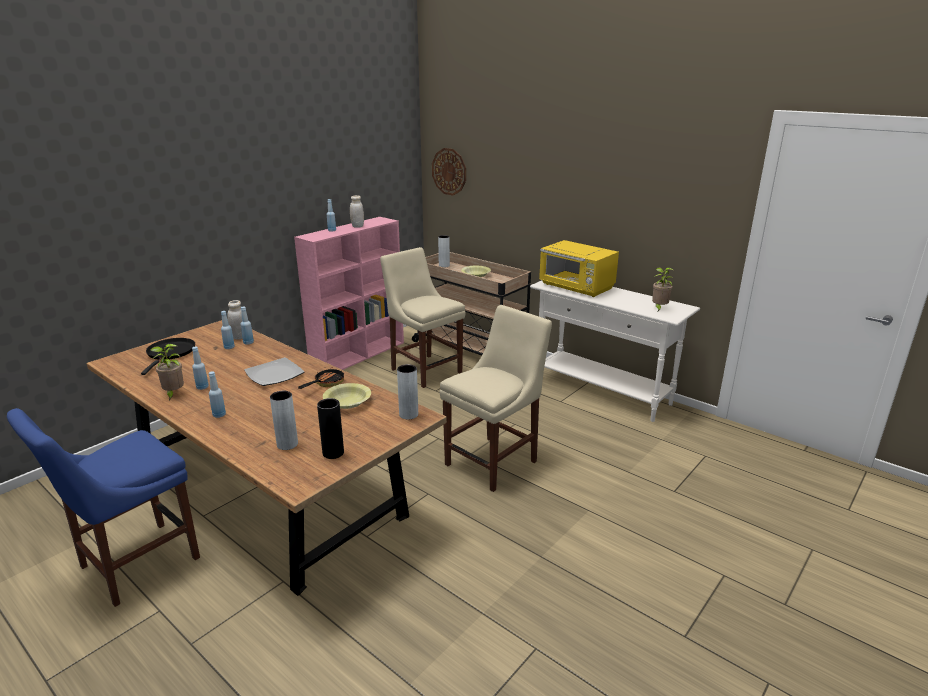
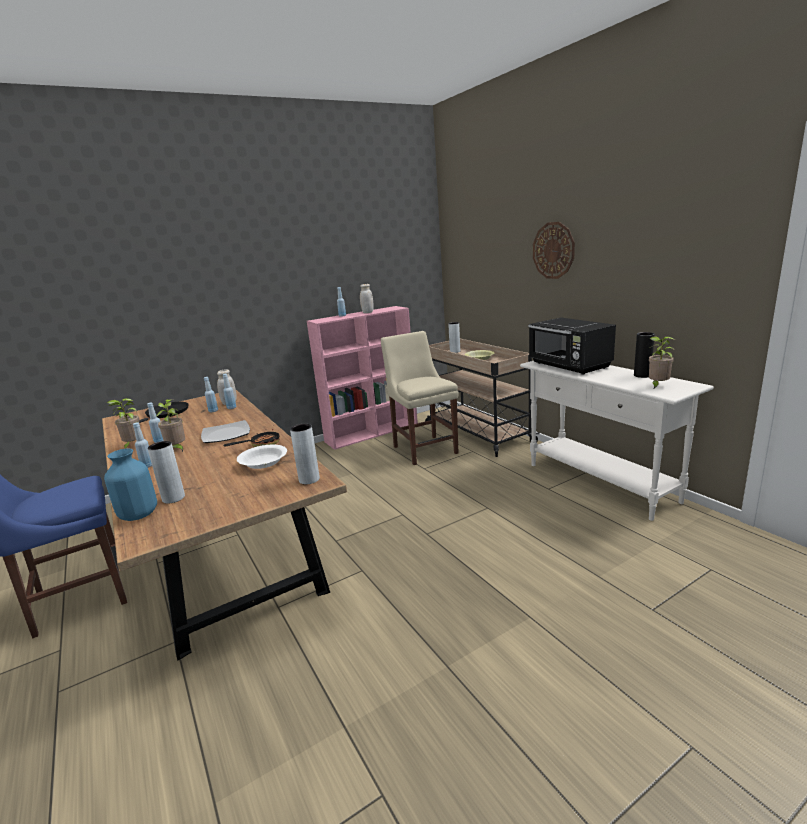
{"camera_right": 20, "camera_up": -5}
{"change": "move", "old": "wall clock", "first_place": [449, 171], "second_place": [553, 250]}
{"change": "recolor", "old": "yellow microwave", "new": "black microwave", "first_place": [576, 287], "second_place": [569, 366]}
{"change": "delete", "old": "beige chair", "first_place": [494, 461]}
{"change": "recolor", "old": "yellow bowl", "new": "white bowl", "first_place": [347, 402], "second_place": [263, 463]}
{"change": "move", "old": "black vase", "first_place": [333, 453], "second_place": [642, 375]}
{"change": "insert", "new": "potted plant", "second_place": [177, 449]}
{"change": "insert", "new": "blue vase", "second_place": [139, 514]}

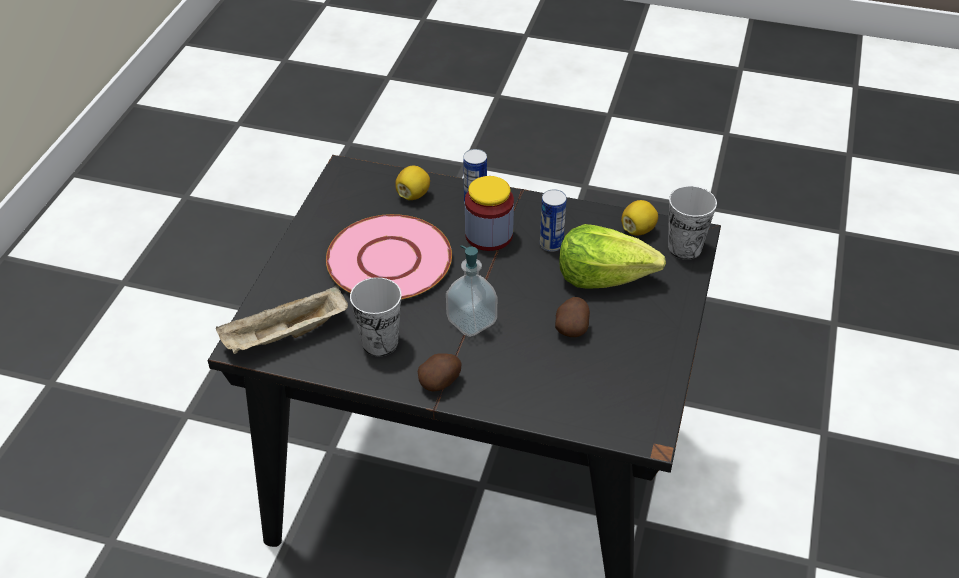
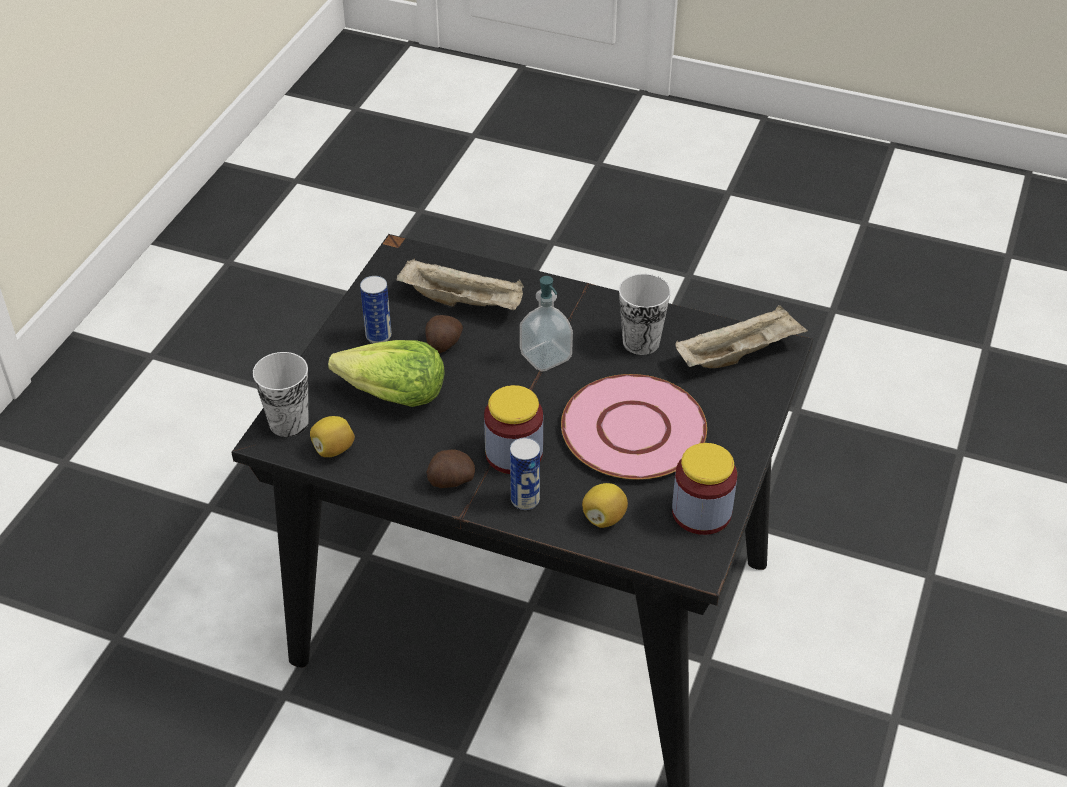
{"camera_right": -175, "camera_up": 0}
{"change": "move", "old": "can", "first_place": [551, 244], "second_place": [378, 336]}
{"change": "move", "old": "potato", "first_place": [440, 382], "second_place": [451, 481]}
{"change": "insert", "new": "beige tray", "second_place": [464, 302]}
{"change": "insert", "new": "jar", "second_place": [701, 512]}

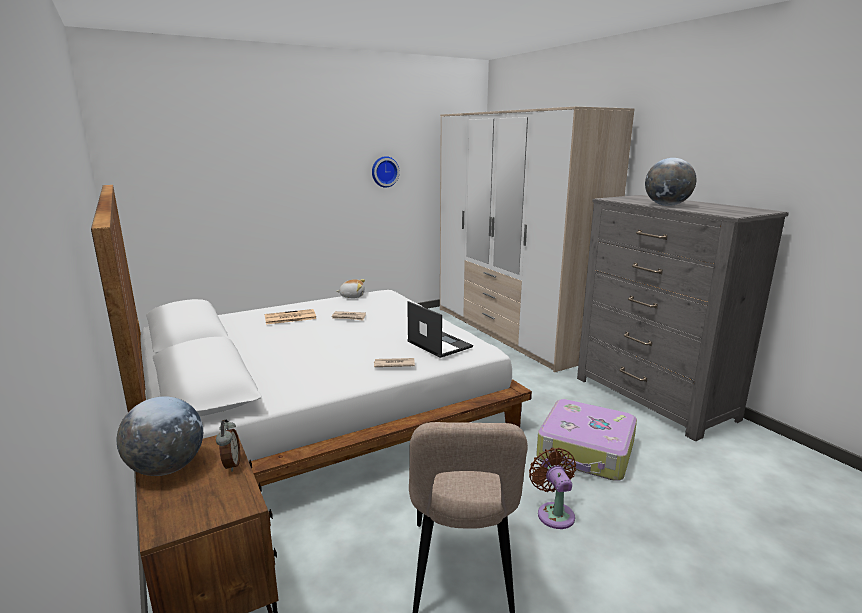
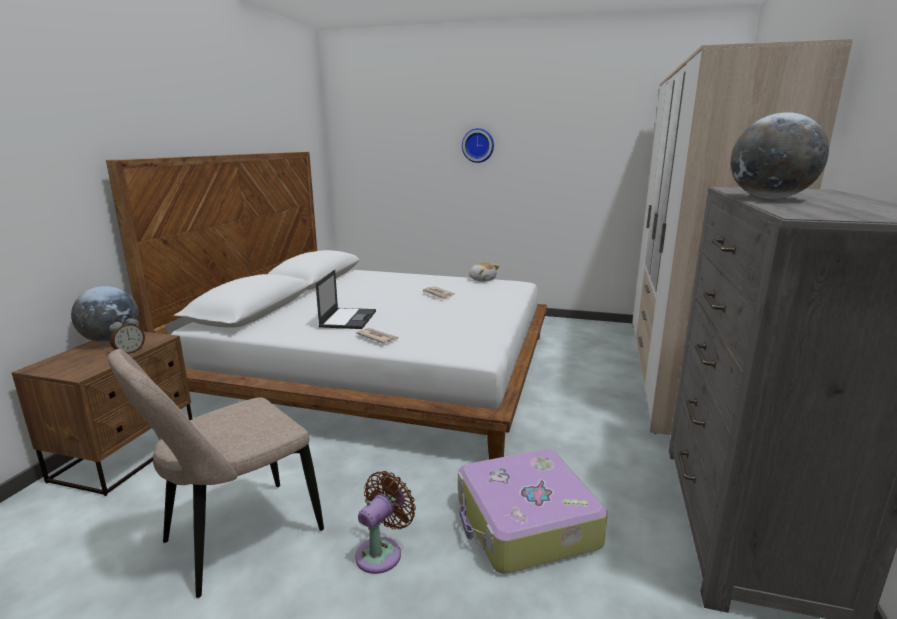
{"camera_right": 45, "camera_up": 0}
{"change": "move", "old": "wall clock", "first_place": [384, 171], "second_place": [478, 145]}
{"change": "move", "old": "laptop", "first_place": [438, 344], "second_place": [348, 318]}
{"change": "delete", "old": "newspaper", "first_place": [289, 317]}

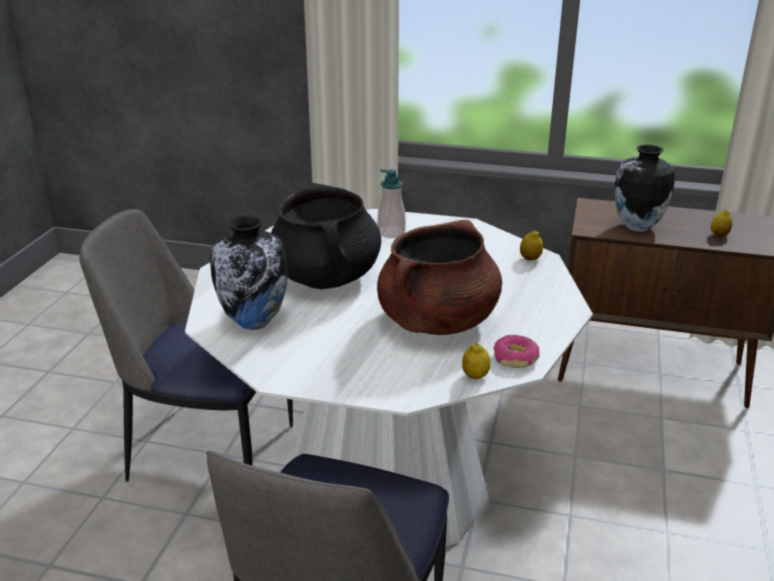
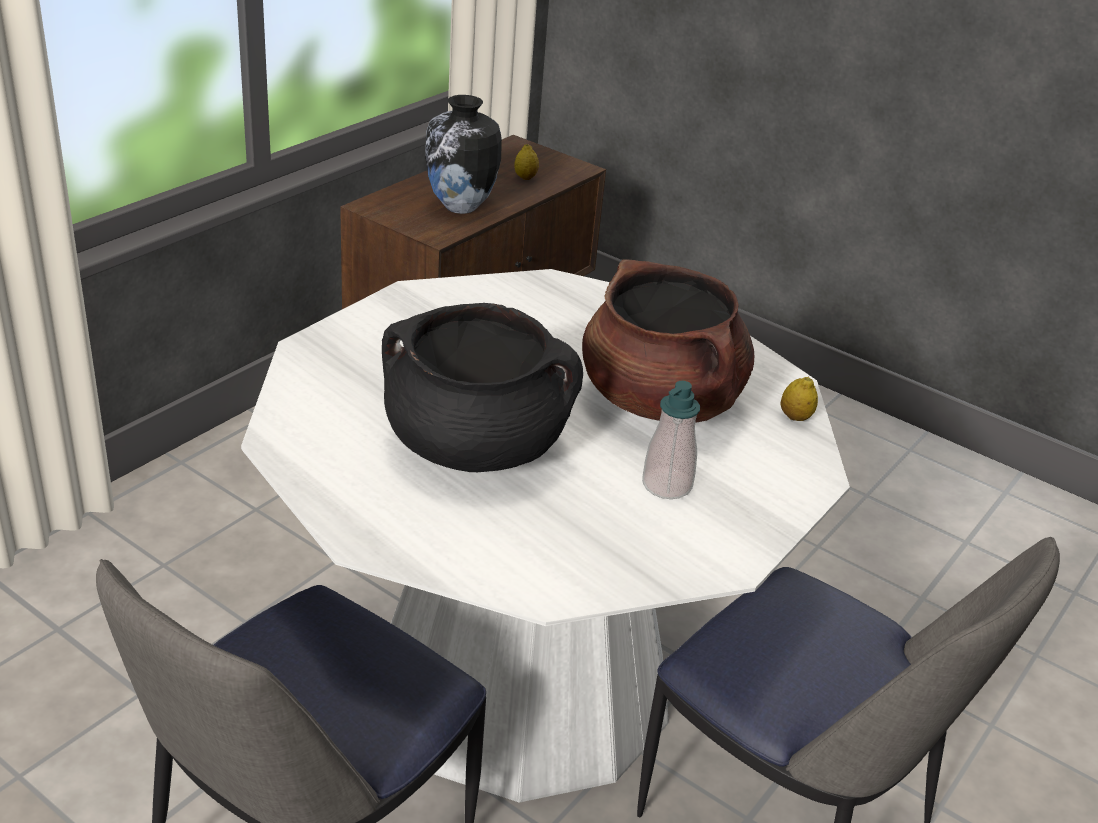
{"camera_right": -70, "camera_up": 5}
{"change": "move", "old": "soap dispenser", "first_place": [391, 233], "second_place": [667, 485]}
{"change": "delete", "old": "vase", "first_place": [255, 322]}
{"change": "delete", "old": "lemon", "first_place": [530, 259]}
{"change": "delete", "old": "donut", "first_place": [515, 358]}

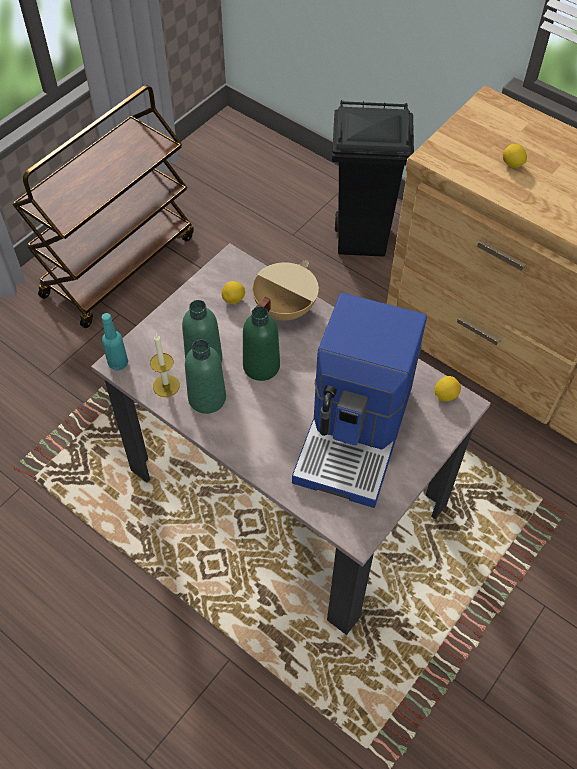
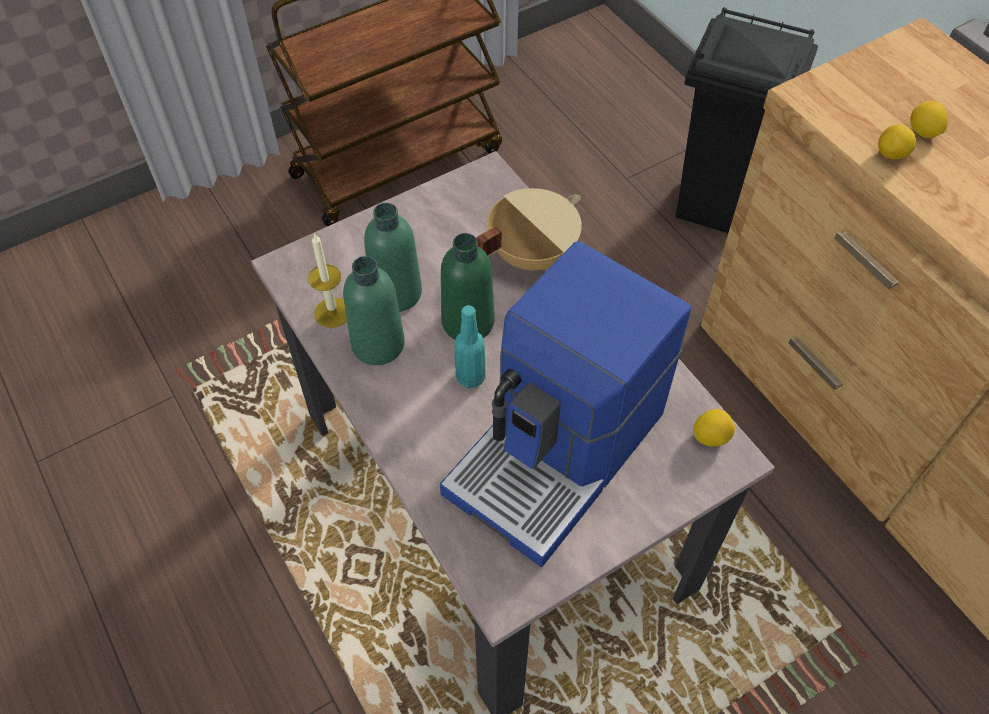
{"camera_right": 20, "camera_up": 0}
{"change": "move", "old": "lemon", "first_place": [234, 299], "second_place": [891, 155]}
{"change": "move", "old": "turquoise bottle", "first_place": [118, 363], "second_place": [470, 377]}

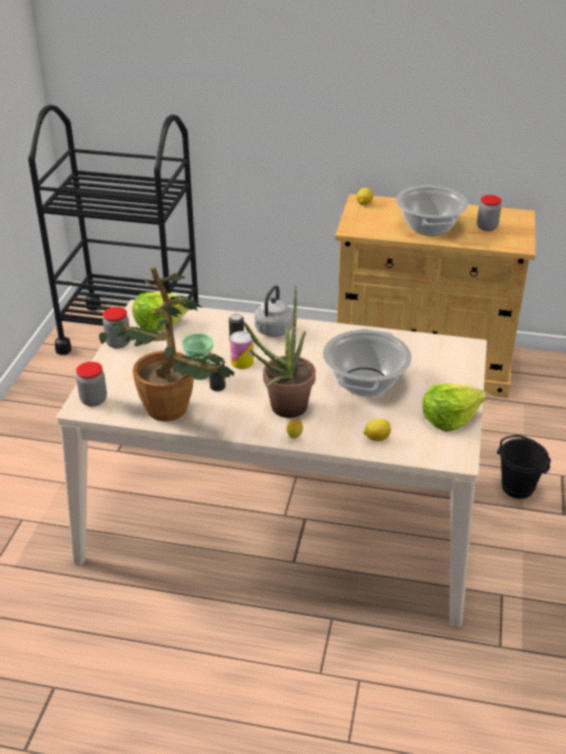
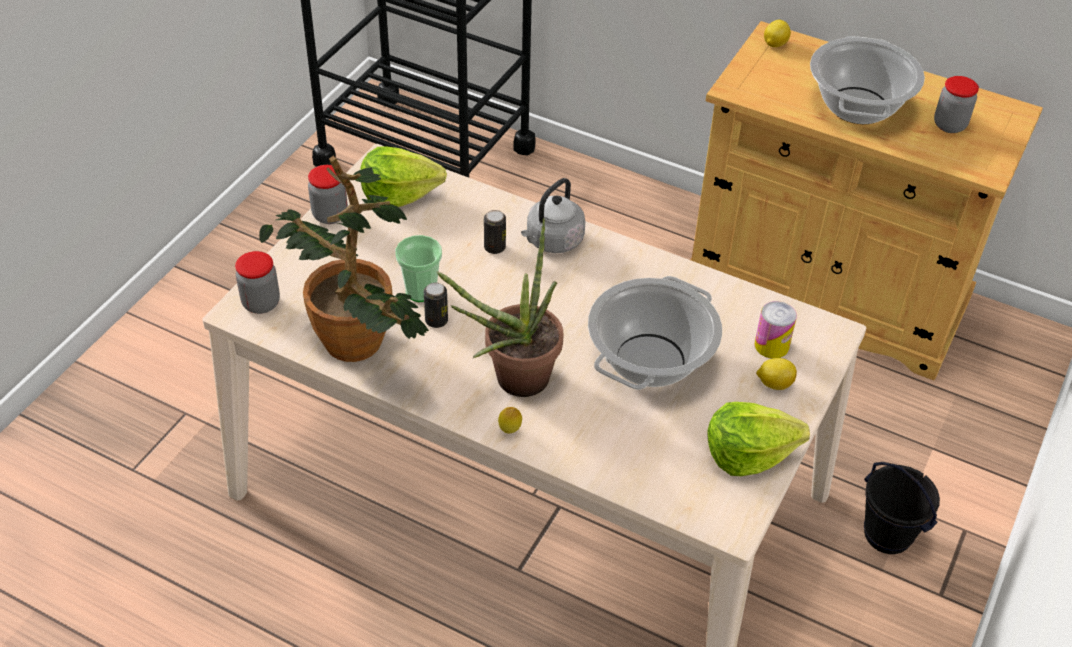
{"camera_right": 15, "camera_up": 10}
{"change": "move", "old": "can", "first_place": [242, 362], "second_place": [771, 345]}
{"change": "move", "old": "lemon", "first_place": [376, 438], "second_place": [774, 383]}

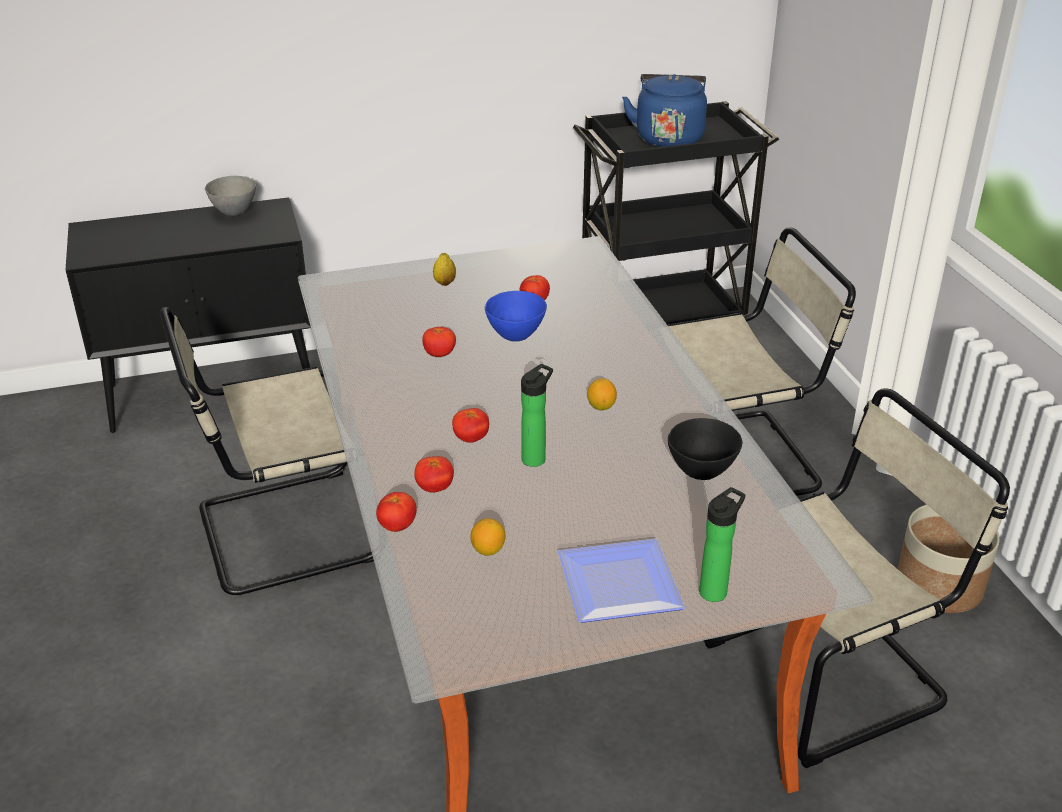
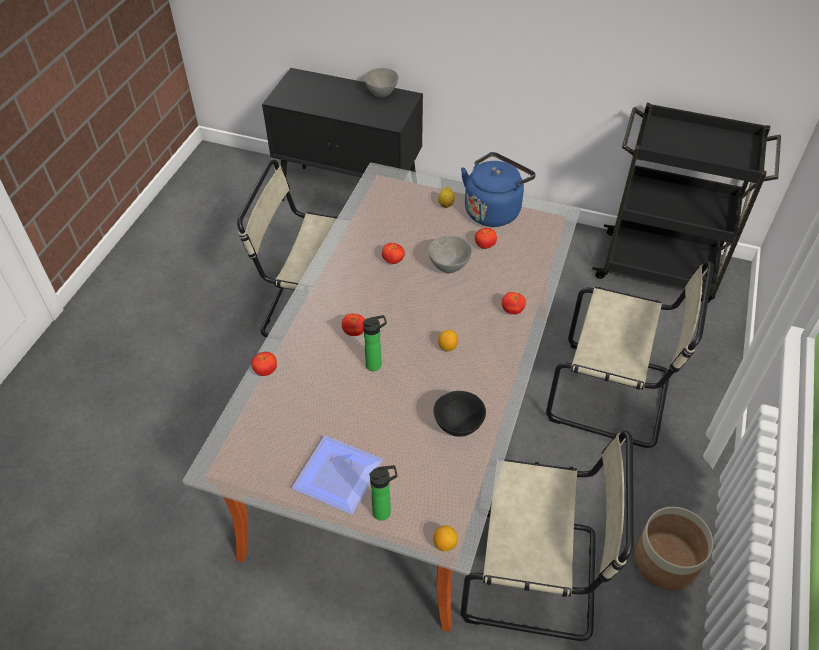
{"camera_right": 35, "camera_up": 15}
{"change": "move", "old": "blue kettle", "first_place": [668, 138], "second_place": [494, 210]}
{"change": "recolor", "old": "blue bowl", "new": "grey bowl", "first_place": [516, 336], "second_place": [449, 267]}
{"change": "move", "old": "tomato", "first_place": [434, 488], "second_place": [512, 310]}
{"change": "move", "old": "lemon", "first_place": [488, 550], "second_place": [445, 543]}

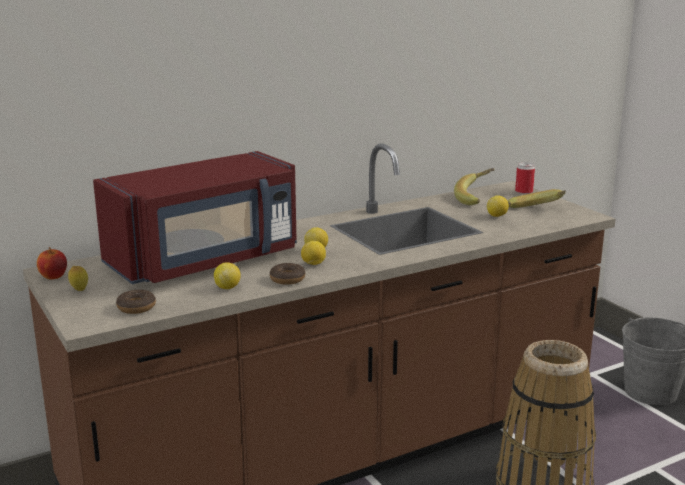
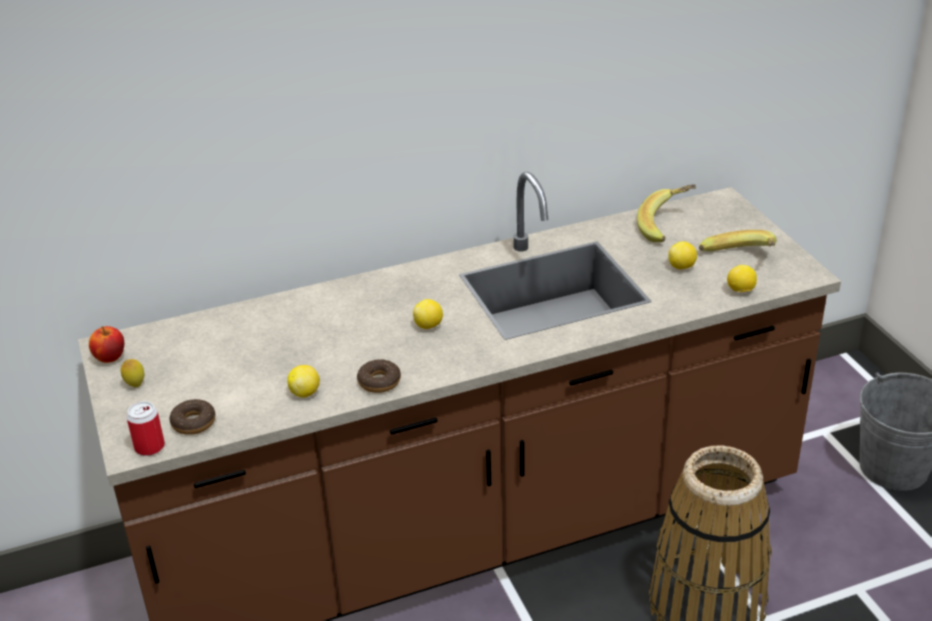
{"camera_right": 10, "camera_up": 15}
{"change": "delete", "old": "red microwave", "first_place": [206, 261]}
{"change": "move", "old": "can", "first_place": [524, 192], "second_place": [149, 447]}
{"change": "move", "old": "lemon", "first_place": [313, 264], "second_place": [740, 291]}

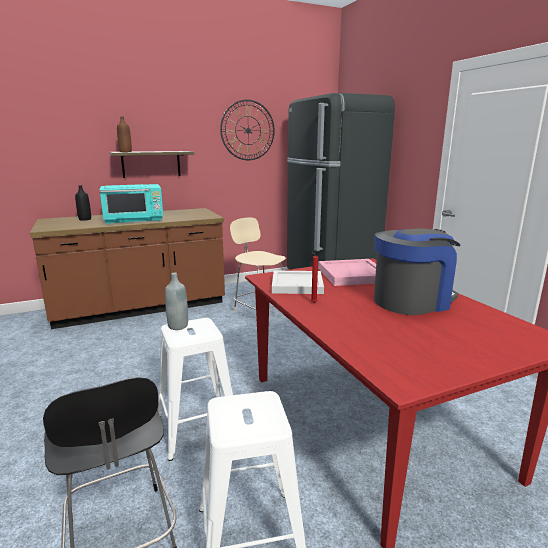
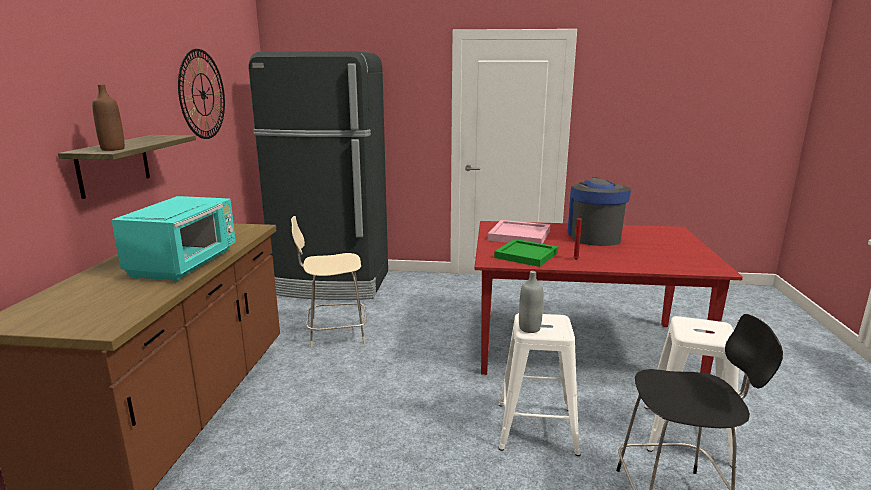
{"camera_right": -60, "camera_up": 0}
{"change": "delete", "old": "black bottle", "first_place": [85, 219]}
{"change": "recolor", "old": "white tray", "new": "green tray", "first_place": [298, 284], "second_place": [525, 255]}

